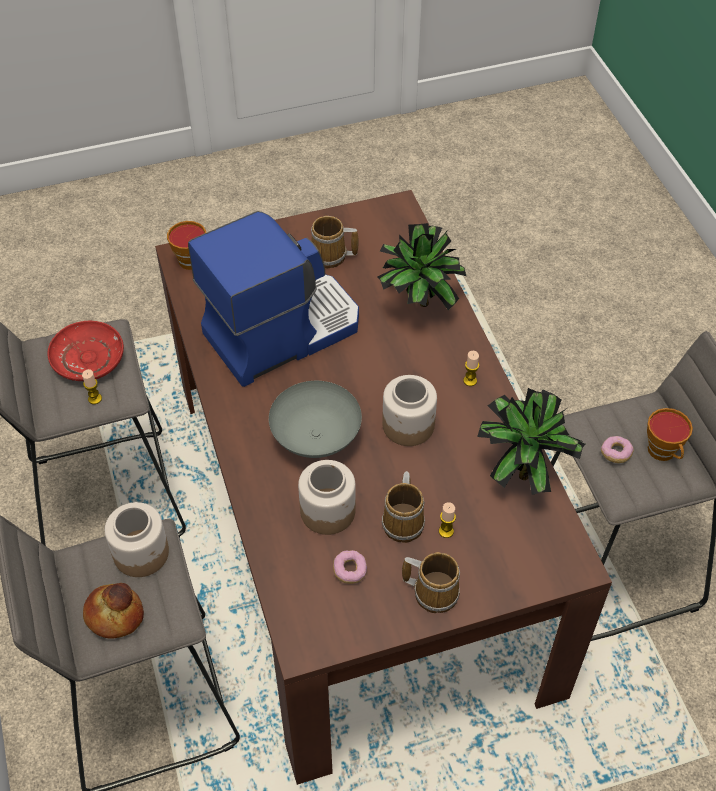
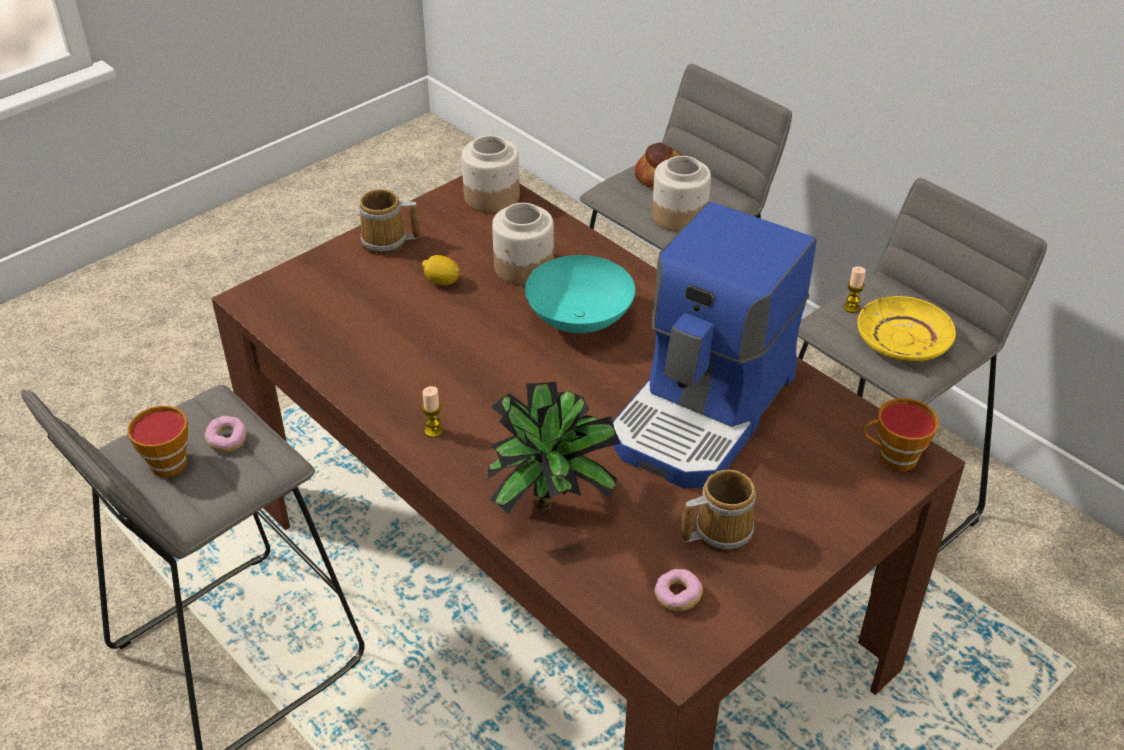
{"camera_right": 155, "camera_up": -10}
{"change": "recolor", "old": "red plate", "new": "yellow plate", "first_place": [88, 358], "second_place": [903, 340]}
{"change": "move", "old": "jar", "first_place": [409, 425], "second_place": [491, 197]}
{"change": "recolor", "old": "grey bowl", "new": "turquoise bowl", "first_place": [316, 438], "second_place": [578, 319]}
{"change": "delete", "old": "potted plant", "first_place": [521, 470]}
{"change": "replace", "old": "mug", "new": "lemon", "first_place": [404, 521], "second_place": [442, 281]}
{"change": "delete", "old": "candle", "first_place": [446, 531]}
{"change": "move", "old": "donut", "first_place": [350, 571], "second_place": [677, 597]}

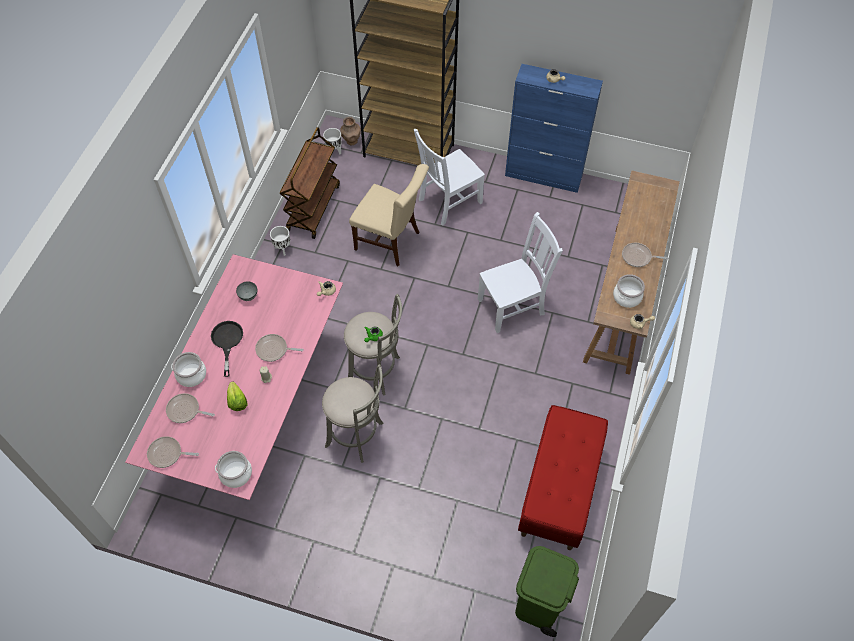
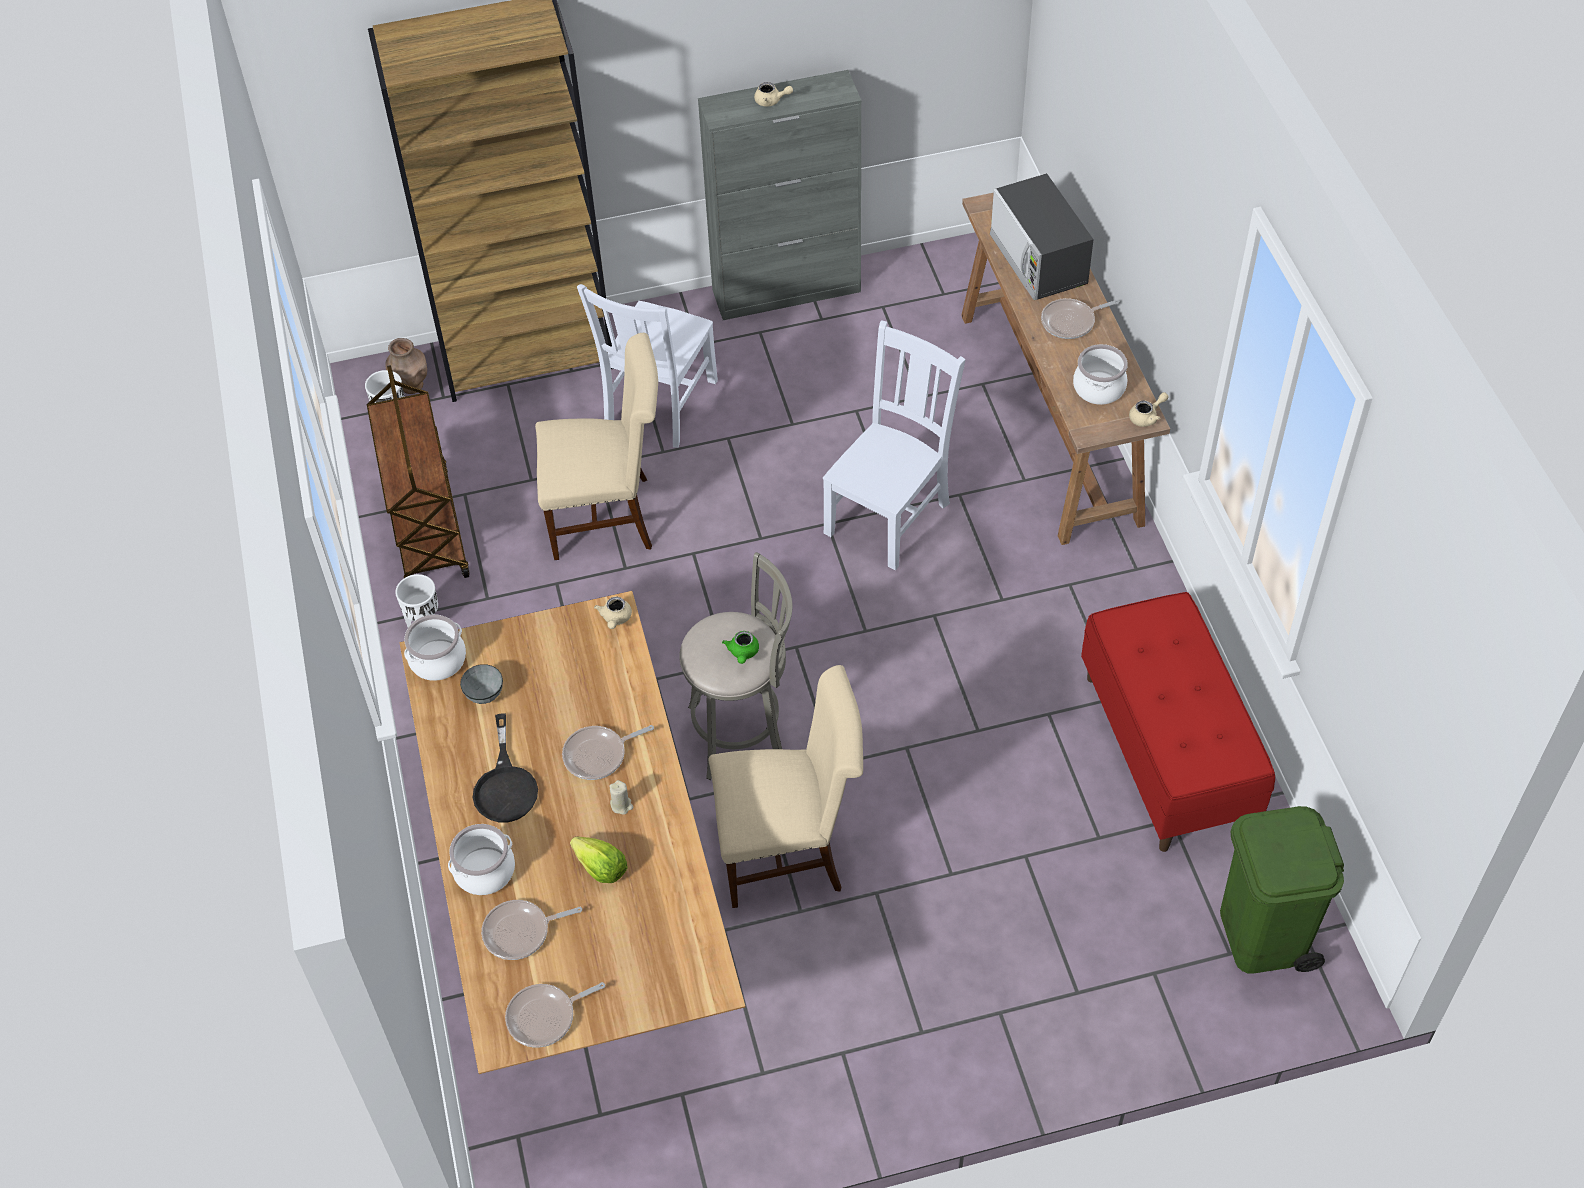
{"camera_right": -30, "camera_up": -5}
{"change": "recolor", "old": "blue cabinet", "new": "grey cabinet", "first_place": [544, 176], "second_place": [787, 291]}
{"change": "recolor", "old": "pink dining table", "new": "brown dining table", "first_place": [255, 410], "second_place": [581, 906]}
{"change": "rotate", "old": "black frying pan", "first_place": [227, 342], "second_place": [505, 785], "degrees": -150}
{"change": "replace", "old": "grey stool", "new": "beige chair", "first_place": [357, 436], "second_place": [789, 850]}
{"change": "move", "old": "cooking pot", "first_place": [236, 474], "second_place": [438, 660]}
{"change": "insert", "new": "microwave", "second_place": [1038, 261]}

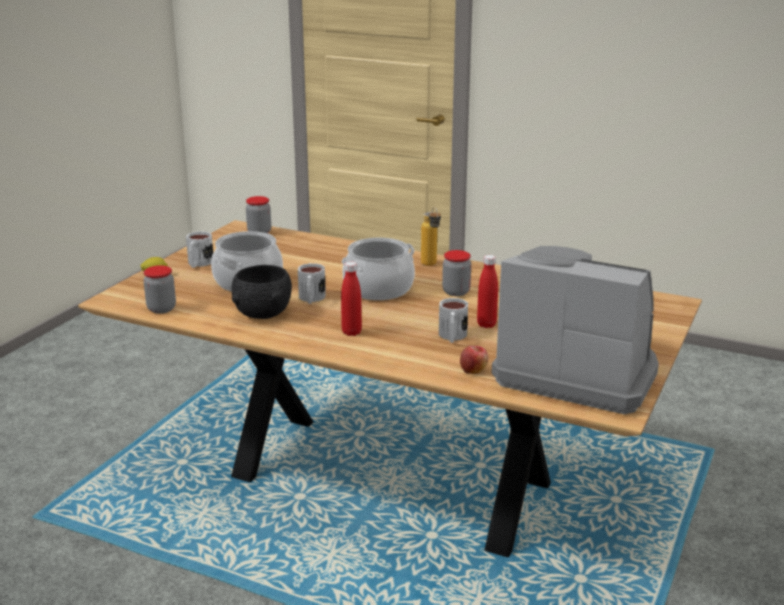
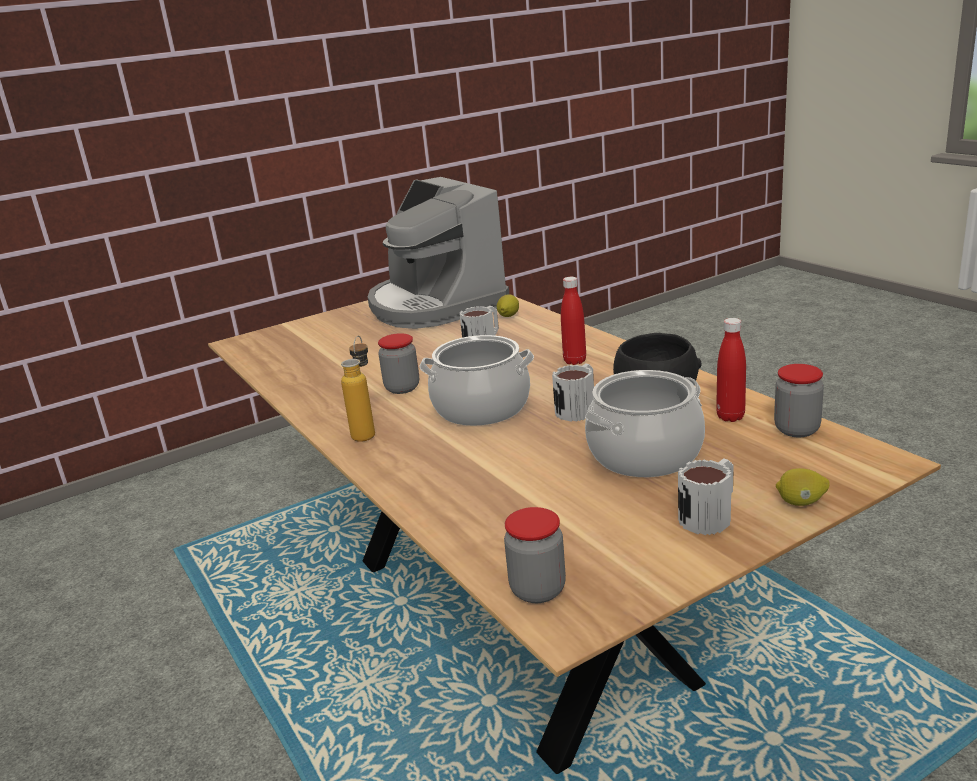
{"camera_right": -145, "camera_up": 0}
{"change": "move", "old": "red bottle", "first_place": [486, 324], "second_place": [730, 417]}
{"change": "replace", "old": "apple", "new": "lemon", "first_place": [473, 370], "second_place": [508, 316]}

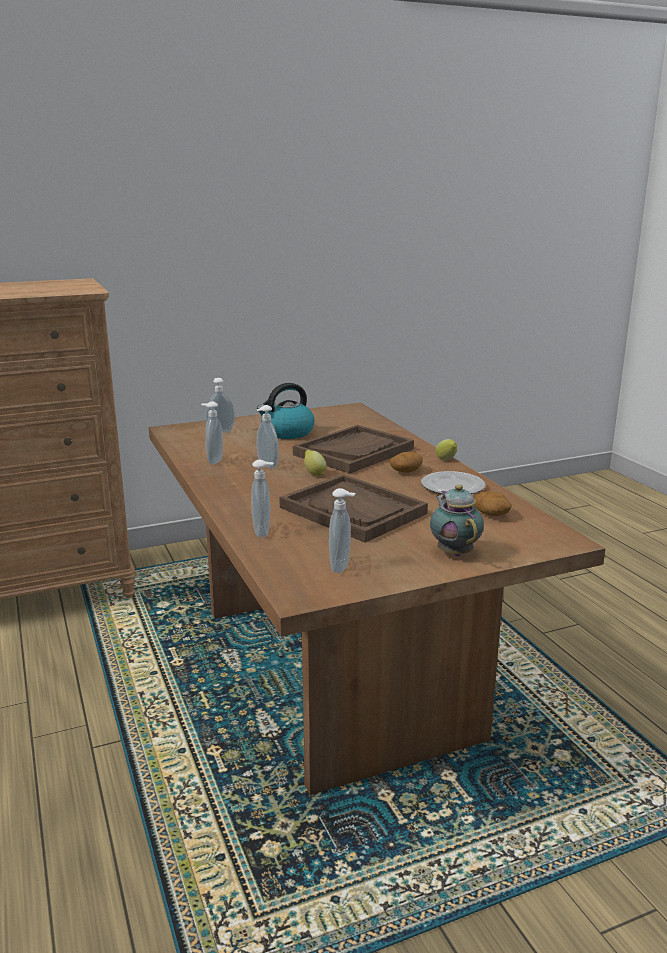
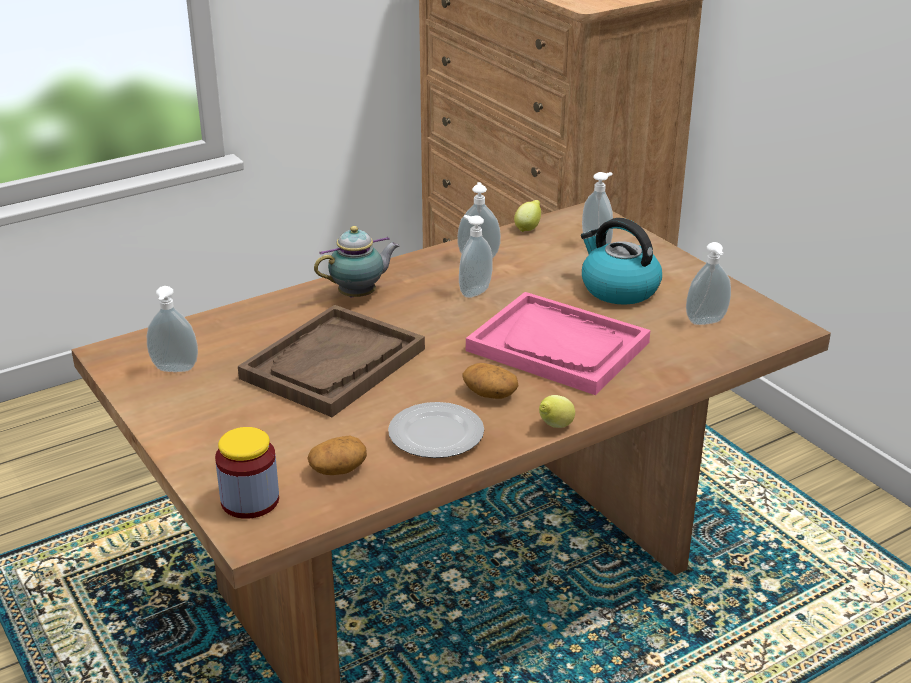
{"camera_right": 80, "camera_up": 10}
{"change": "recolor", "old": "brown tray", "new": "pink tray", "first_place": [353, 452], "second_place": [558, 346]}
{"change": "move", "old": "lemon", "first_place": [314, 474], "second_place": [528, 228]}
{"change": "move", "old": "soap dispenser", "first_place": [263, 532], "second_place": [706, 322]}
{"change": "move", "old": "teapot", "first_place": [454, 552], "second_place": [360, 295]}
{"change": "insert", "new": "jar", "second_place": [250, 501]}

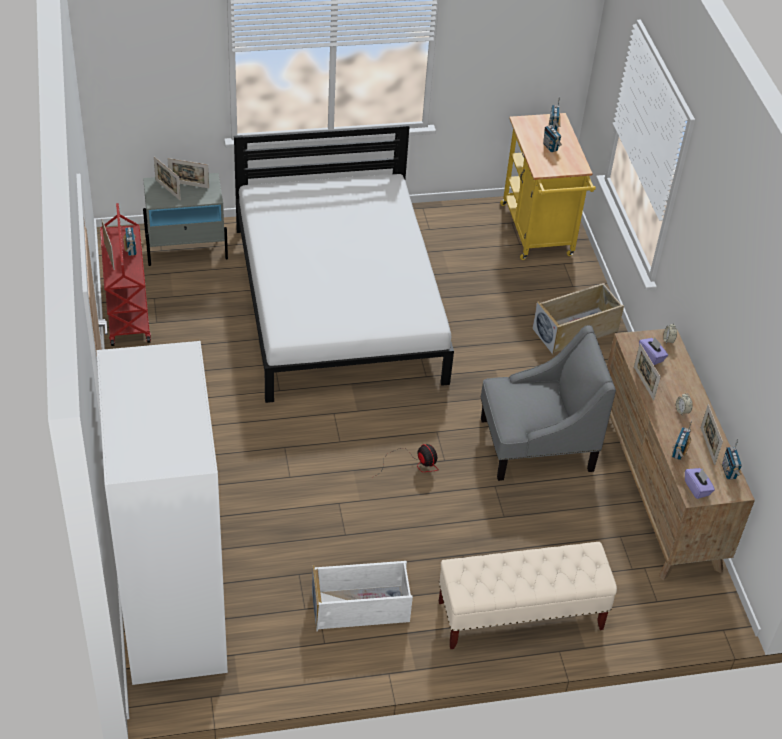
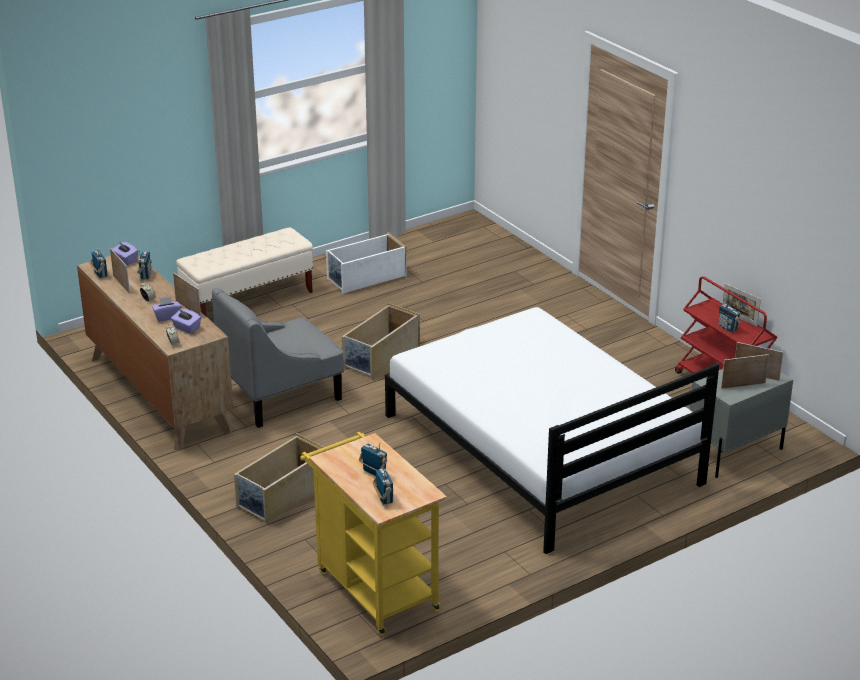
{"camera_right": 160, "camera_up": -15}
{"change": "delete", "old": "white wardrobe", "first_place": [172, 612]}
{"change": "replace", "old": "fan", "new": "beige storage box", "first_place": [414, 464], "second_place": [380, 356]}
{"change": "insert", "new": "purple tissue box", "second_place": [167, 317]}

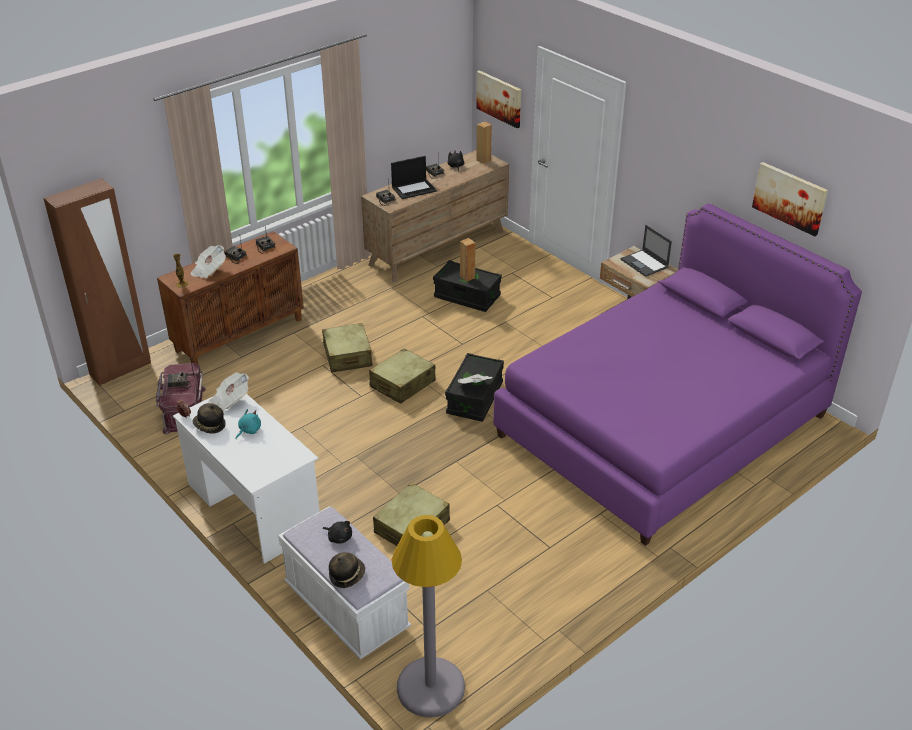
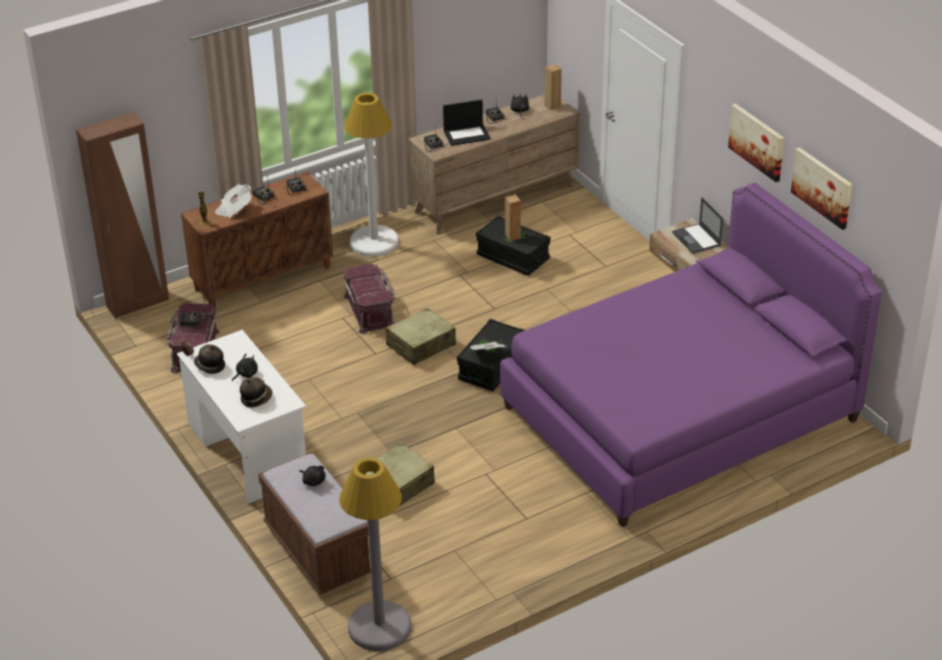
{"camera_right": 10, "camera_up": 0}
{"change": "move", "old": "picture", "first_place": [499, 98], "second_place": [757, 142]}
{"change": "replace", "old": "beige suitcase", "new": "red storage box", "first_place": [347, 356], "second_place": [370, 311]}
{"change": "delete", "old": "newspaper", "first_place": [230, 400]}
{"change": "recolor", "old": "turquoise plush toy", "new": "black plush toy", "first_place": [249, 430], "second_place": [245, 374]}
{"change": "recolor", "old": "white bench", "new": "brown bench", "first_place": [346, 608], "second_place": [317, 552]}
{"change": "move", "old": "hat", "first_place": [347, 575], "second_place": [256, 398]}
{"change": "insert", "new": "white floor lamp", "second_place": [374, 242]}

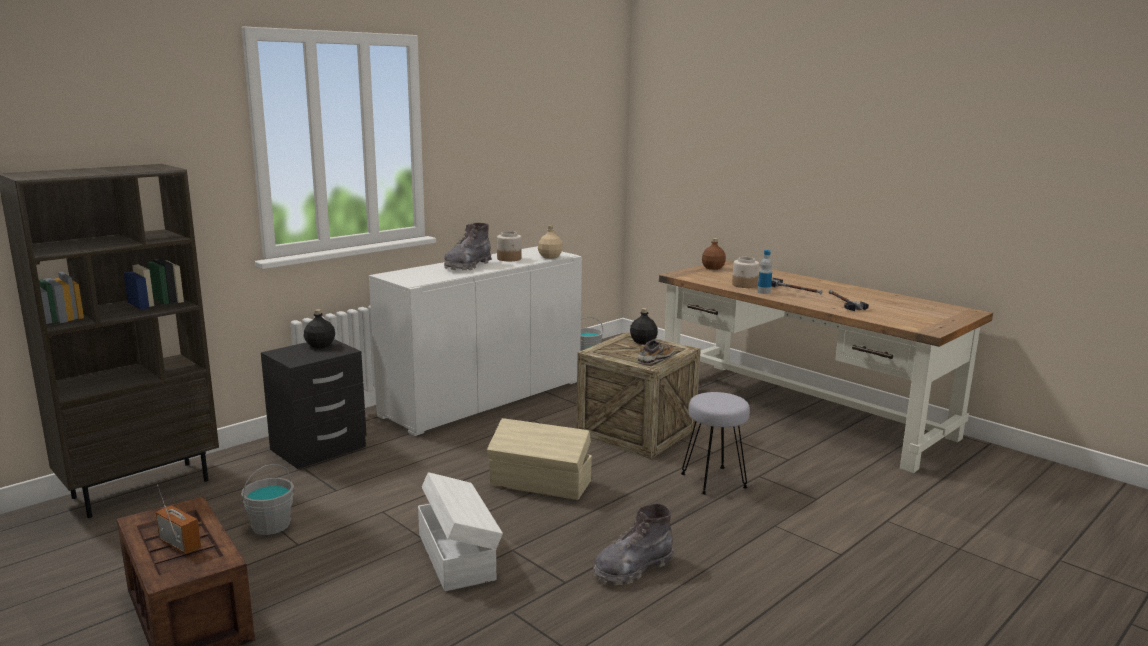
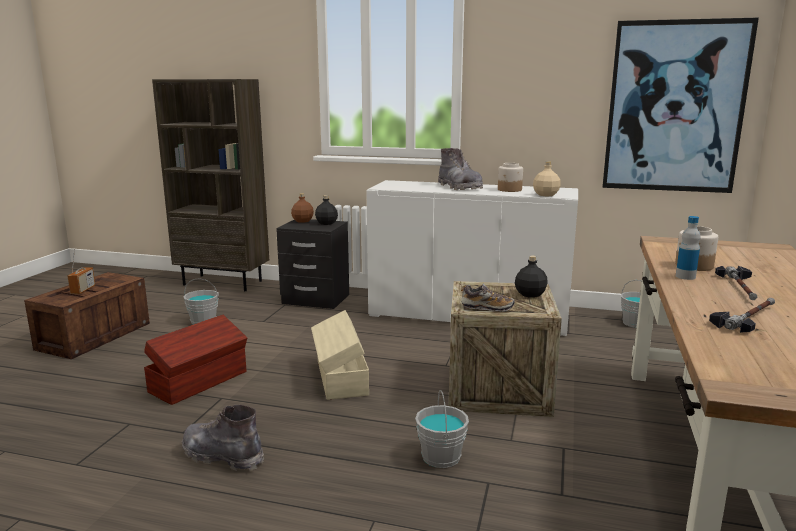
{"camera_right": 60, "camera_up": 0}
{"change": "rotate", "old": "grey boot", "first_place": [467, 266], "second_place": [459, 187], "degrees": -120}
{"change": "move", "old": "brown bottle", "first_place": [713, 268], "second_place": [303, 221]}
{"change": "replace", "old": "grey stool", "new": "grey bucket", "first_place": [714, 481], "second_place": [441, 457]}
{"change": "recolor", "old": "white storage box", "new": "brown storage box", "first_place": [457, 555], "second_place": [200, 382]}
{"change": "insert", "new": "picture", "second_place": [675, 107]}

